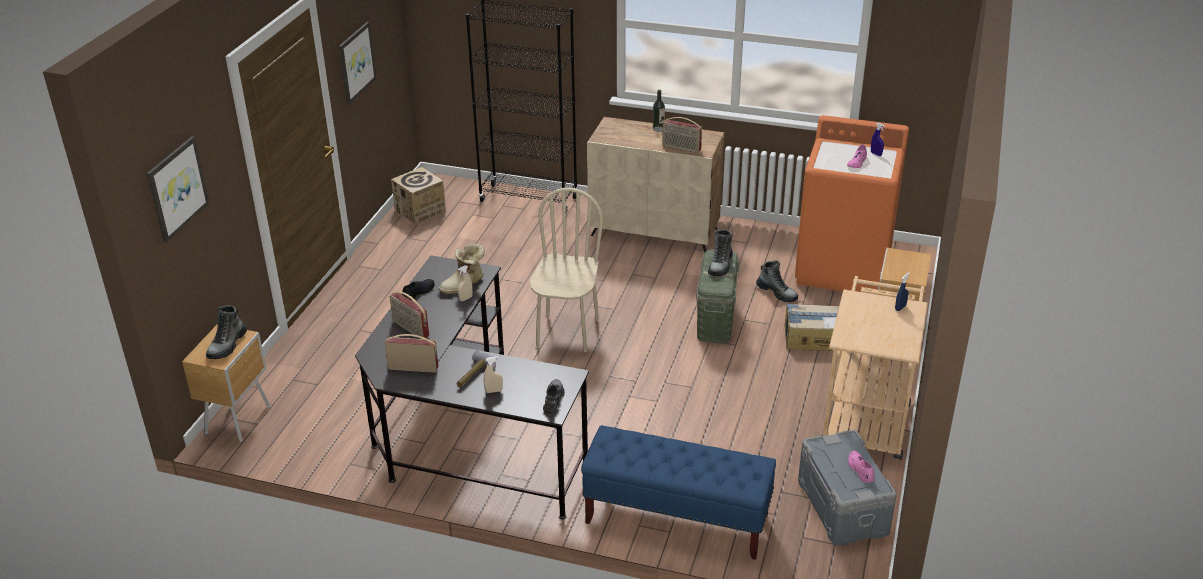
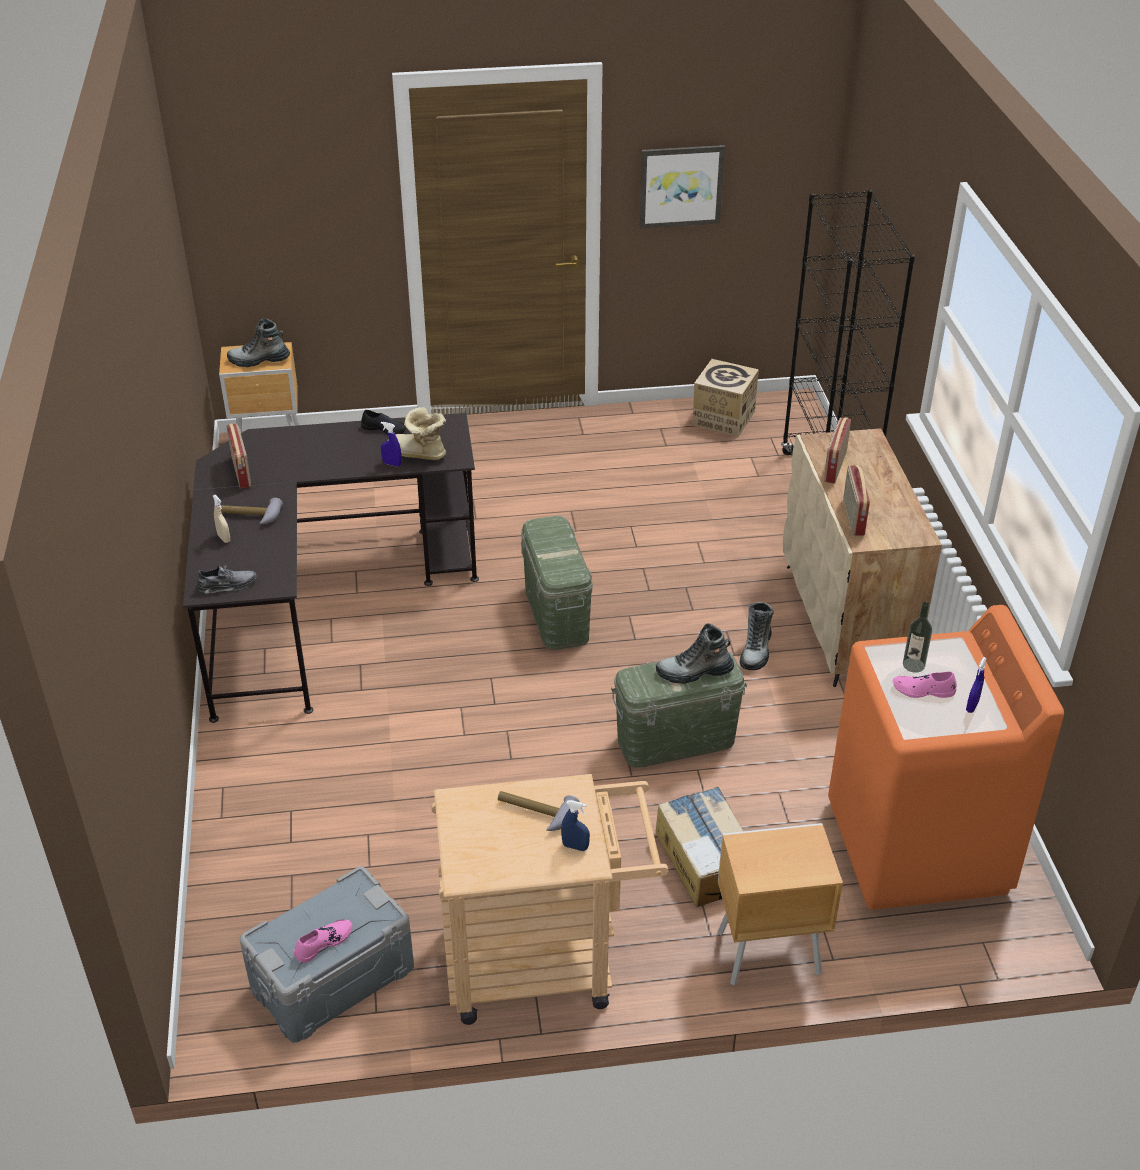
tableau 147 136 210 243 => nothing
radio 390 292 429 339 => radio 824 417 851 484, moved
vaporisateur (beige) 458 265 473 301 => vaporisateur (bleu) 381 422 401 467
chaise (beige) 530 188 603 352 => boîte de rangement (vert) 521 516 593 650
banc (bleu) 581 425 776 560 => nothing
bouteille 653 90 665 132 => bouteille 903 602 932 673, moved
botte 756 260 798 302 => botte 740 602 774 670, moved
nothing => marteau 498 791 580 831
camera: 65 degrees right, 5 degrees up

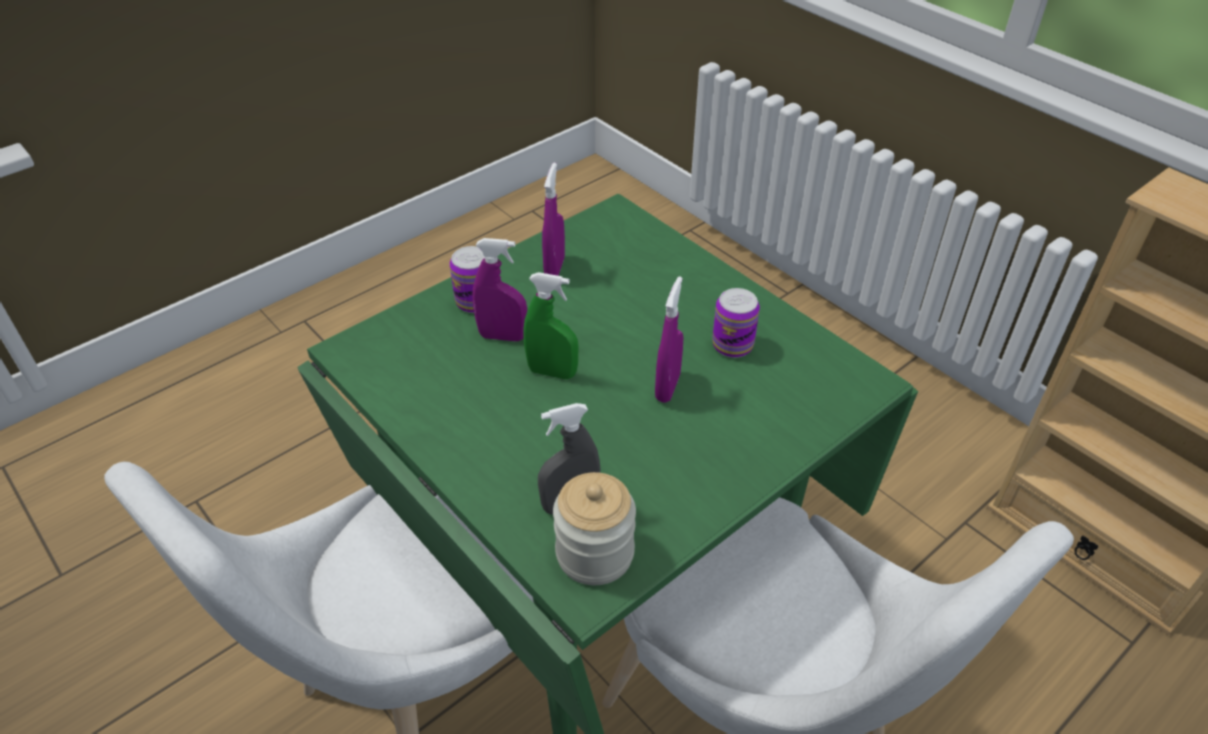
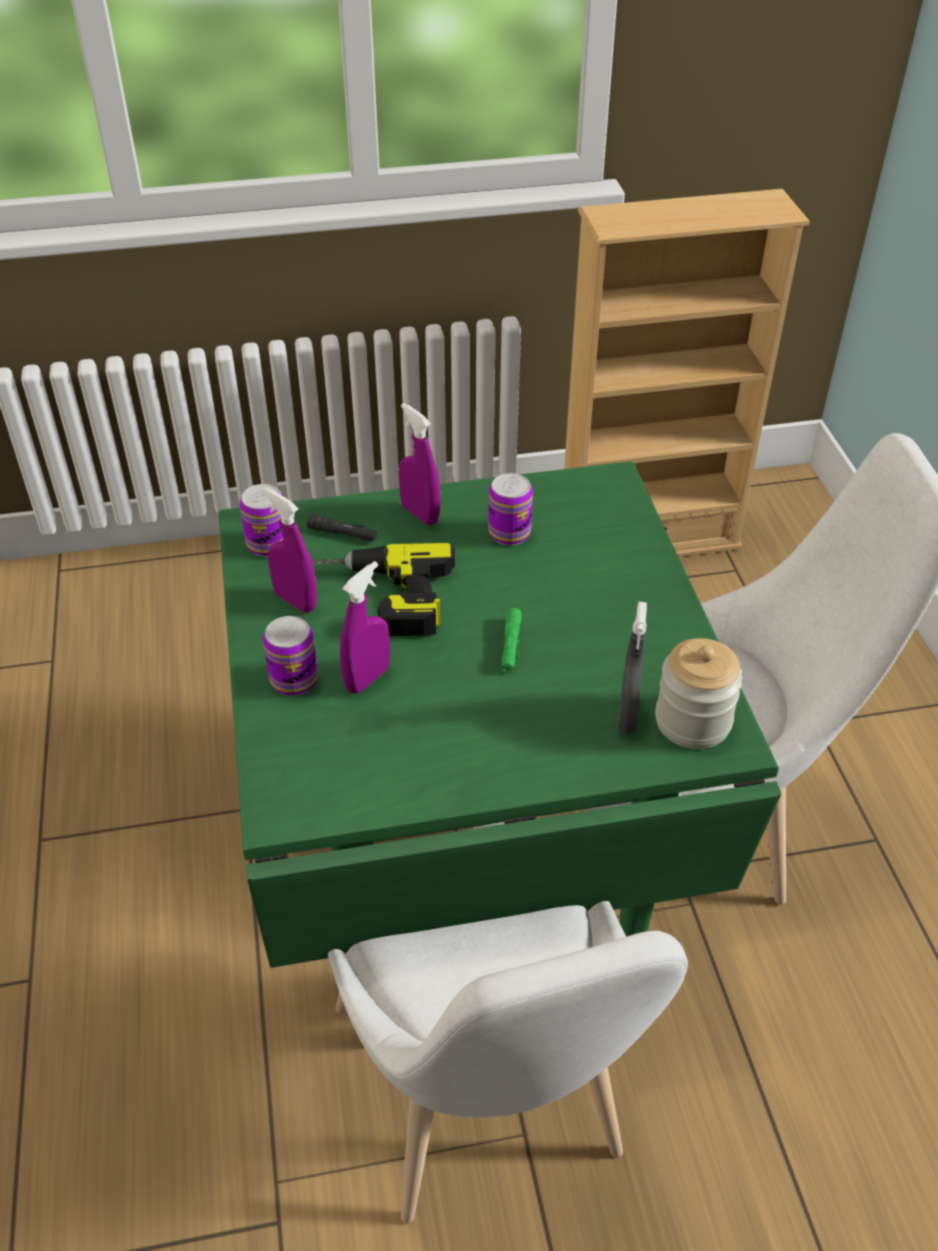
vaporisateur (vert) 524 272 579 379 => nothing
vaporisateur (violet) 655 276 684 403 => vaporisateur (violet) 399 403 440 525, moved
nothing => boîte métallique 239 484 284 557
nothing => lampe de poche (noir) 307 514 377 541
nothing => perceuse 311 543 455 636
nothing => lampe de poche (vert) 502 608 522 672
camera: 60 degrees left, 0 degrees up

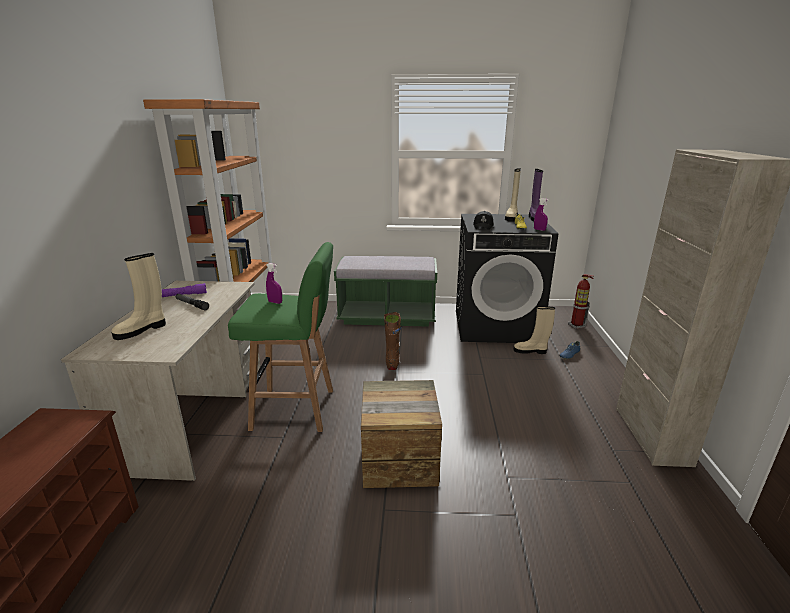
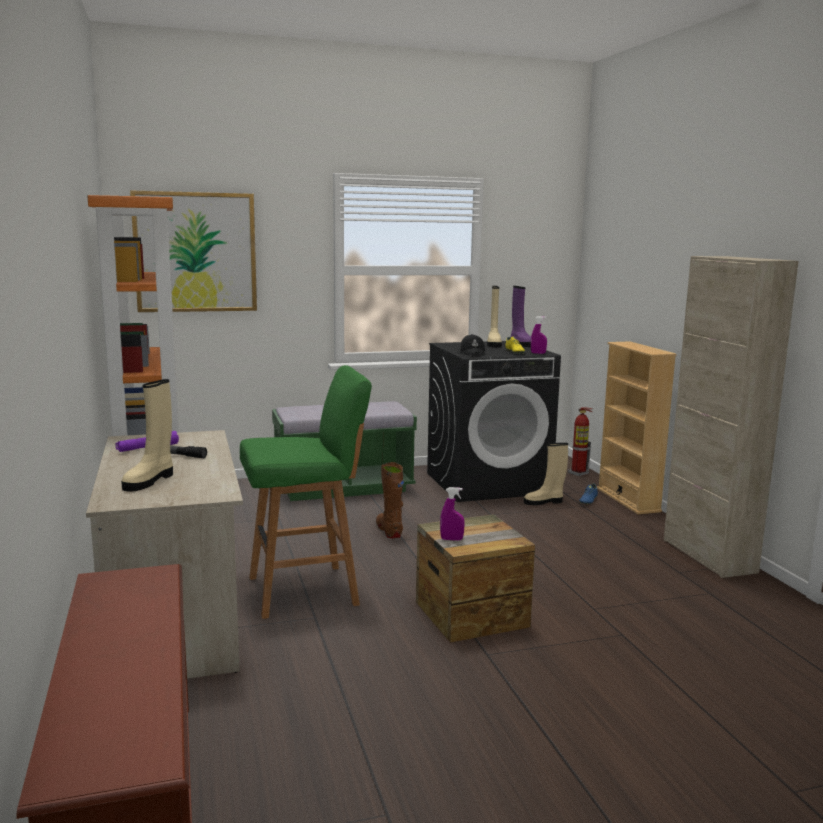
vaporisateur (violet) 266 263 282 304 => vaporisateur (violet) 440 487 465 541, moved
nothing => tableau 130 190 257 312
nothing => bibliothèque (beige) 597 341 677 514
camera: 20 degrees left, 10 degrees down

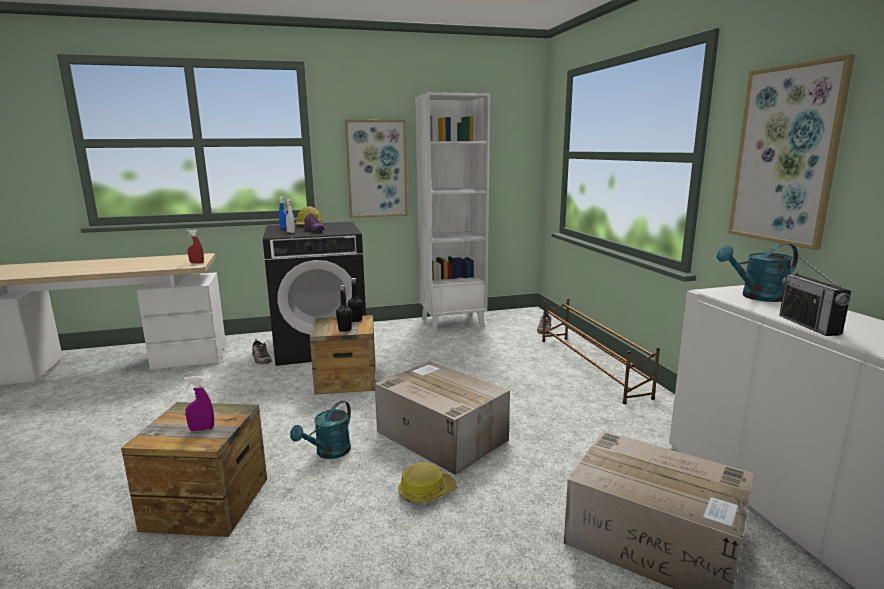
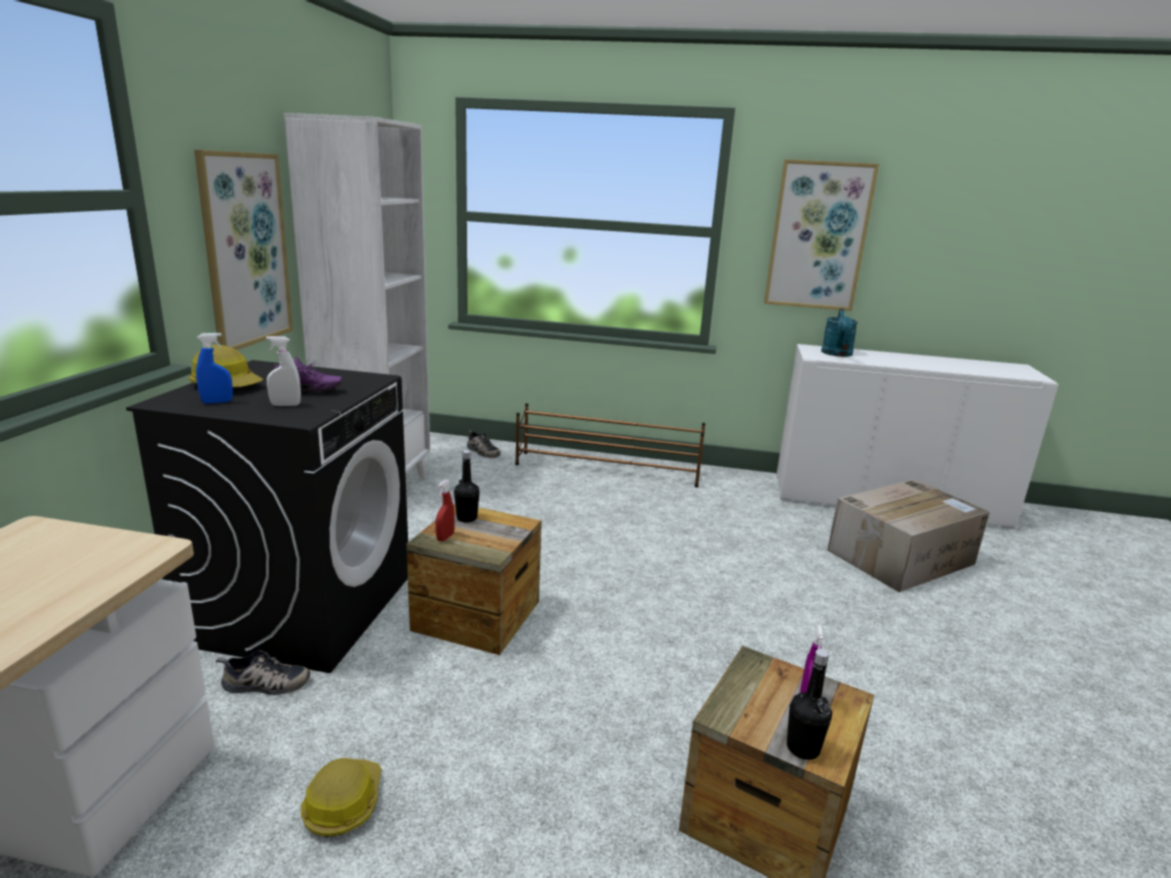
vaporisateur (rouge) 187 230 204 263 => vaporisateur (rouge) 436 479 455 542, moved
arrosoir (turquoise) 290 401 351 459 => nothing
bouteille (noir) 336 285 352 332 => bouteille (noir) 787 649 832 760, moved
carton 375 361 510 475 => nothing
casque de chantier 398 462 457 503 => casque de chantier 301 758 381 837, moved
radio 779 257 851 336 => nothing
camera: 65 degrees left, 5 degrees up

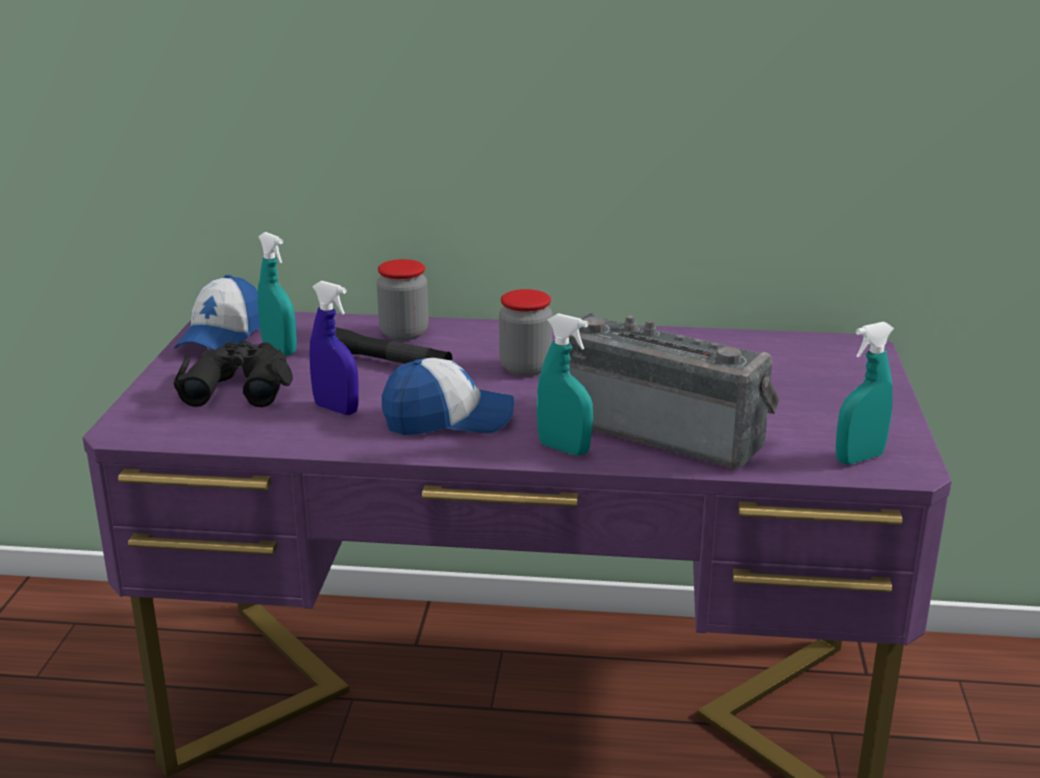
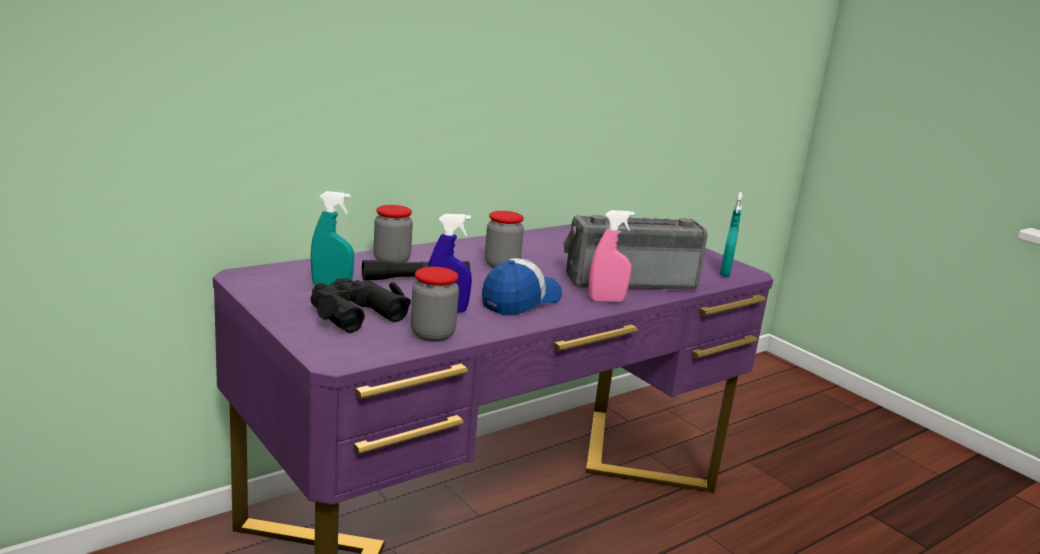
casquette 174 275 260 350 => nothing
vaporisateur (turquoise) 536 313 593 455 => vaporisateur (rose) 588 210 635 302
nothing => bocal 411 267 459 342
camera: 45 degrees left, 5 degrees down

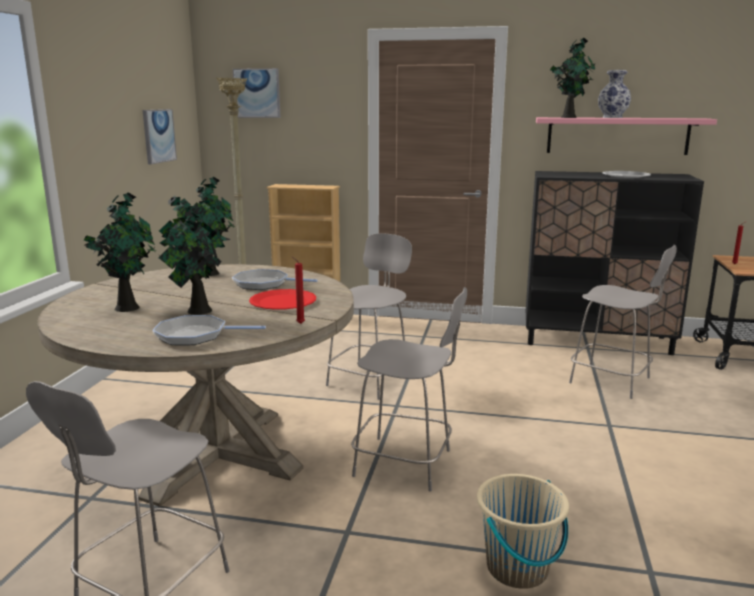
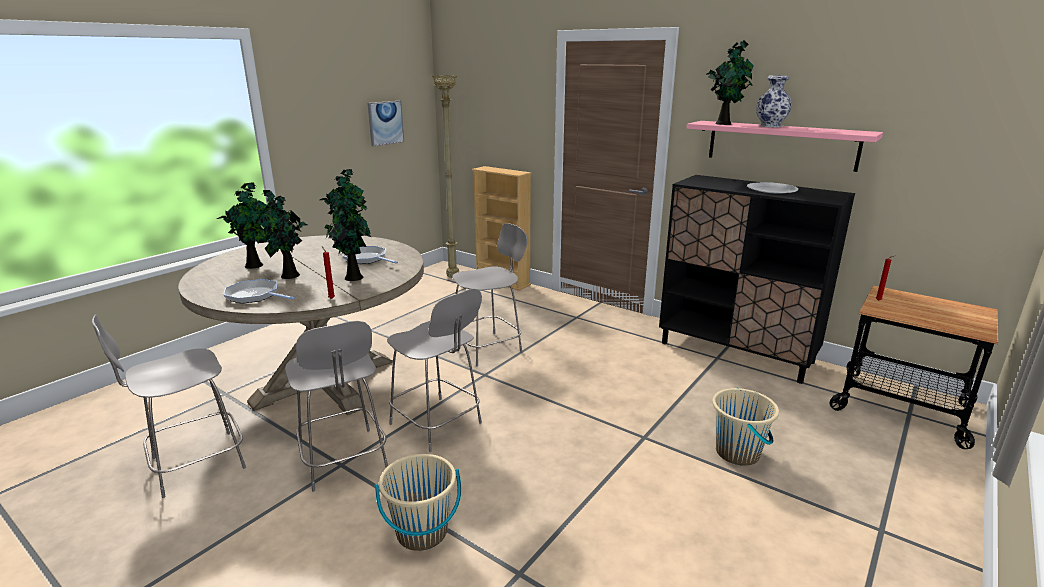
tableau 233 68 281 118 => nothing
assiette (rouge) 249 289 316 310 => plante en pot 324 188 372 281
chaise (gris) 569 245 677 399 => chaise (gris) 285 321 388 492, moved
nothing => seau (beige) 712 387 779 466
camera: 25 degrees right, 5 degrees up

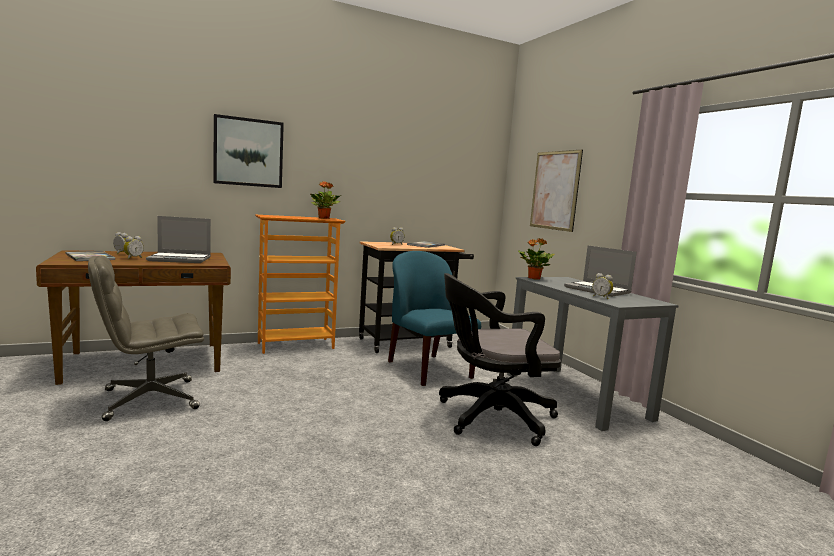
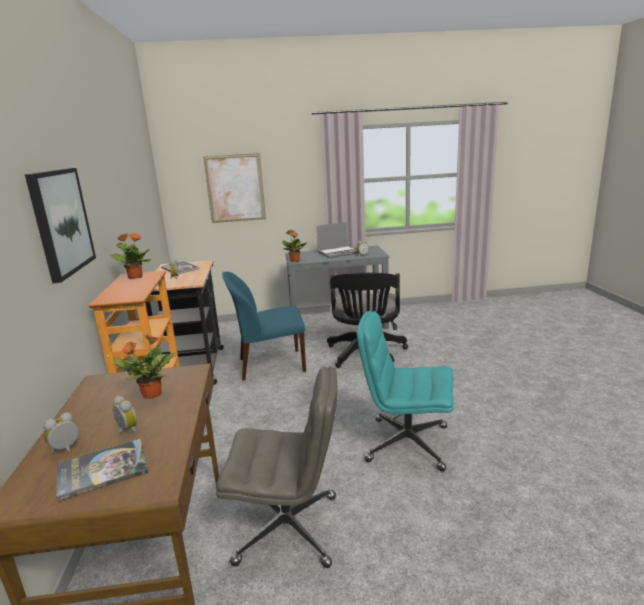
chaise de bureau (gris) 88 256 204 421 => chaise de bureau (gris) 216 366 337 568, 75 degrees counterclockwise
ordinateur portable 146 216 211 263 => plante en pot 114 334 175 399
nothing => chaise de bureau (turquoise) 357 311 454 471
camera: 70 degrees left, 10 degrees up

